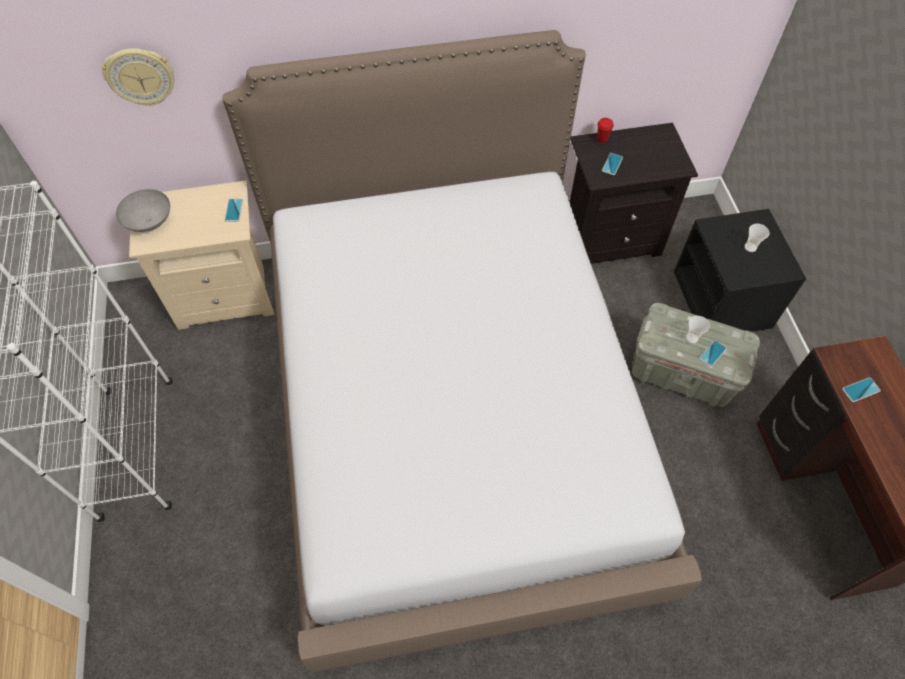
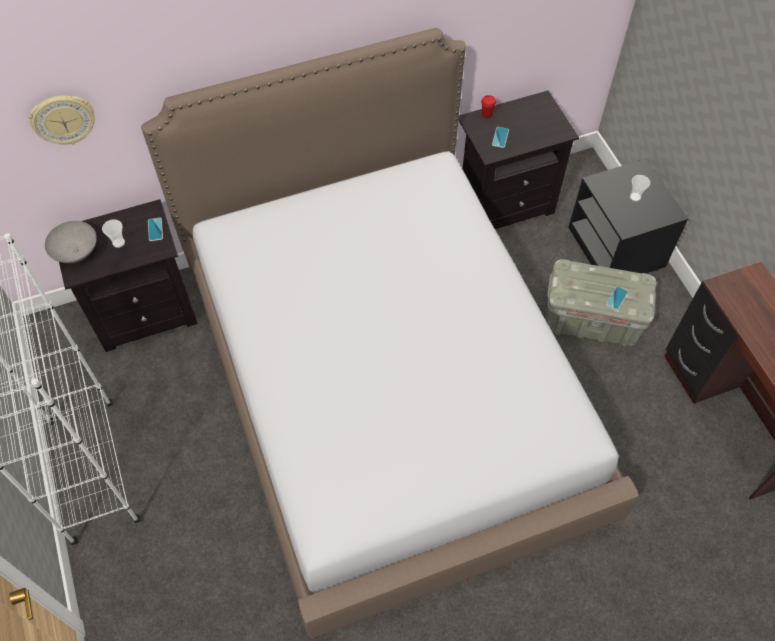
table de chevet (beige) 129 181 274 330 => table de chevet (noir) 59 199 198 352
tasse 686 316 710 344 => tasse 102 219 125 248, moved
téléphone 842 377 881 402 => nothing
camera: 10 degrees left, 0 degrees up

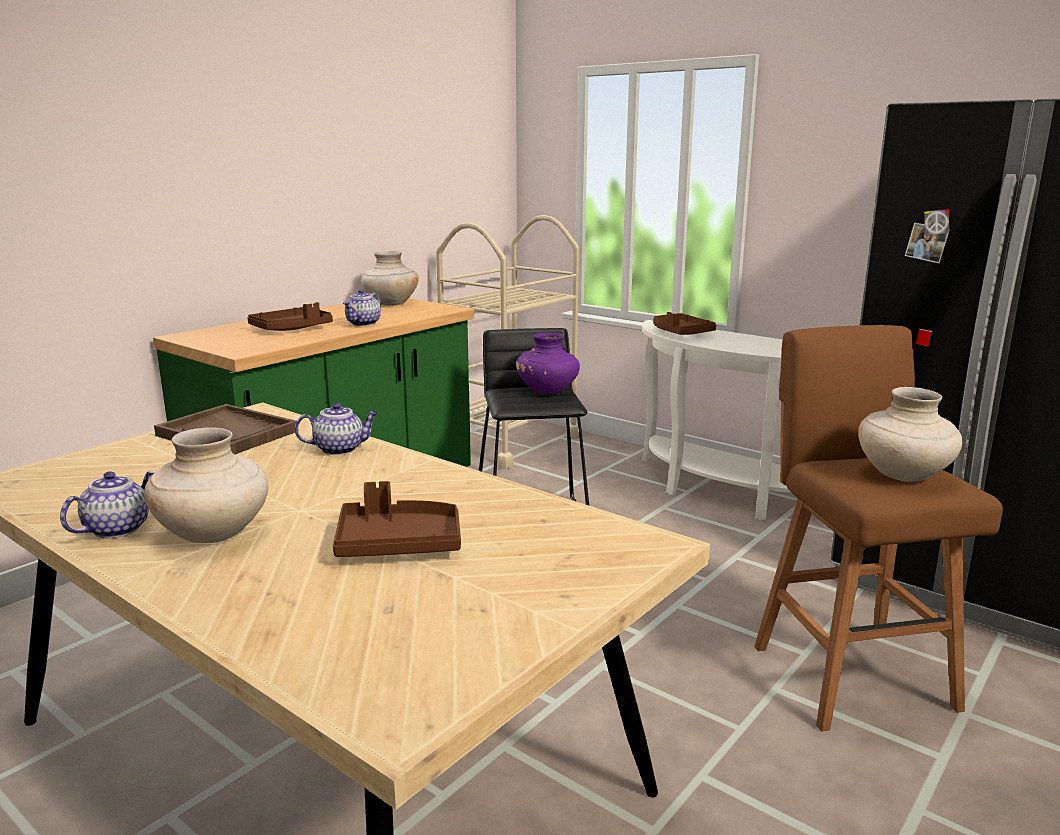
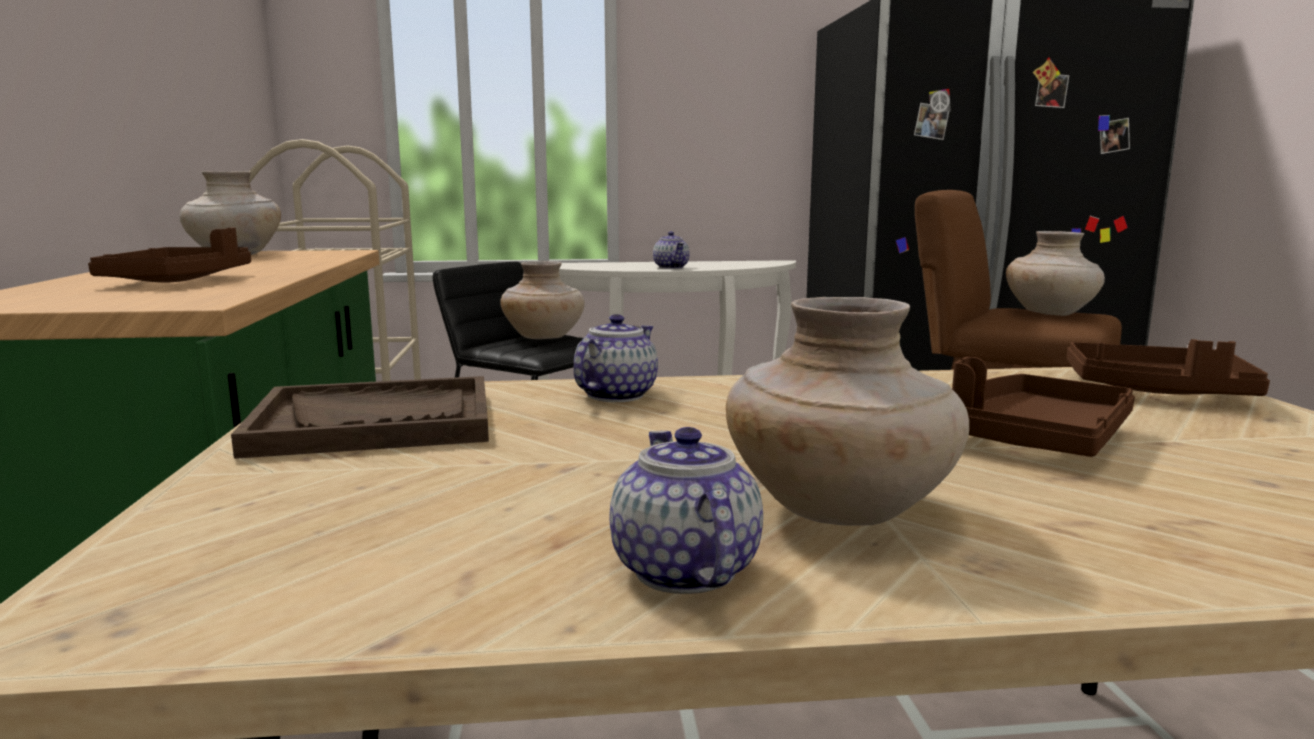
théière 343 289 381 326 => théière 653 231 690 269, moved
vase (violet) 516 333 580 394 => vase (beige) 500 261 585 339
plateau (marron) 653 312 716 335 => plateau (marron) 1067 339 1270 396, moved
camera: 45 degrees left, 5 degrees down

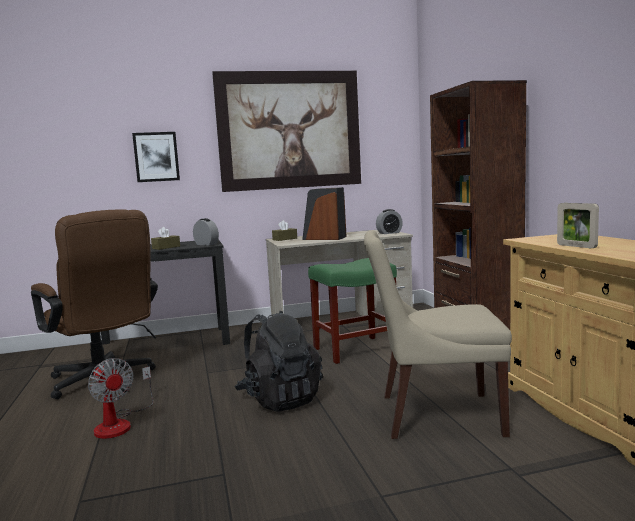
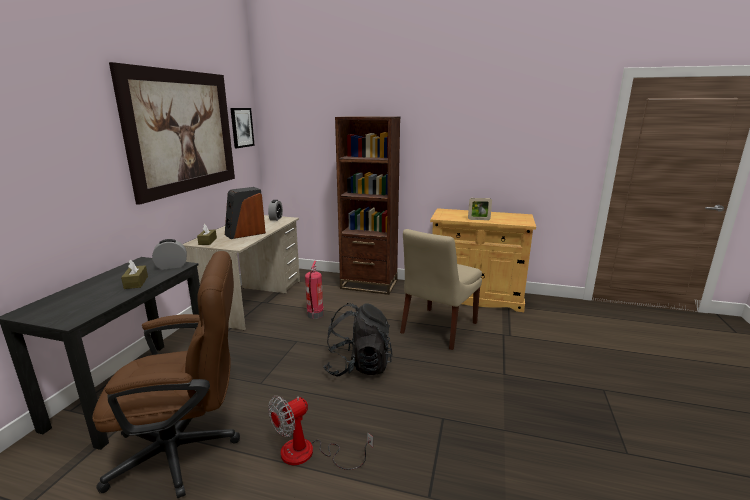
ventilateur 88 358 154 439 => ventilateur 268 396 373 470, 150 degrees clockwise
tableau 132 132 180 182 => tableau 230 108 255 148, moved
tabouret (vert) 308 258 397 364 => extincteur 305 261 324 319
camera: 60 degrees left, 10 degrees up

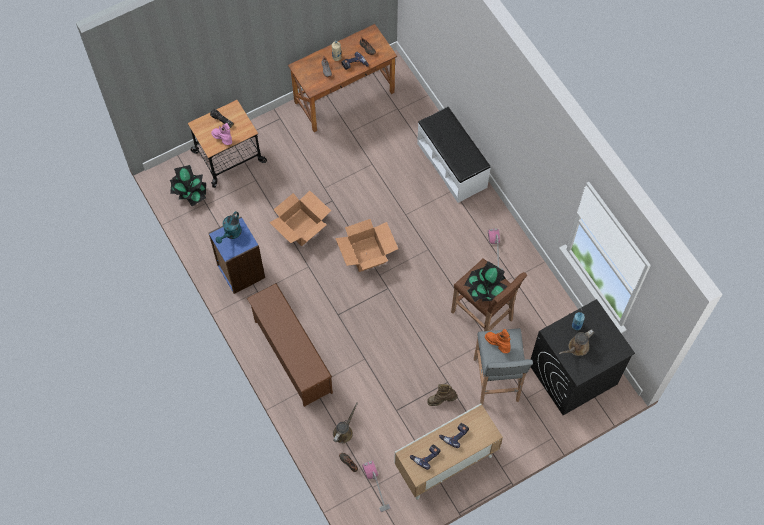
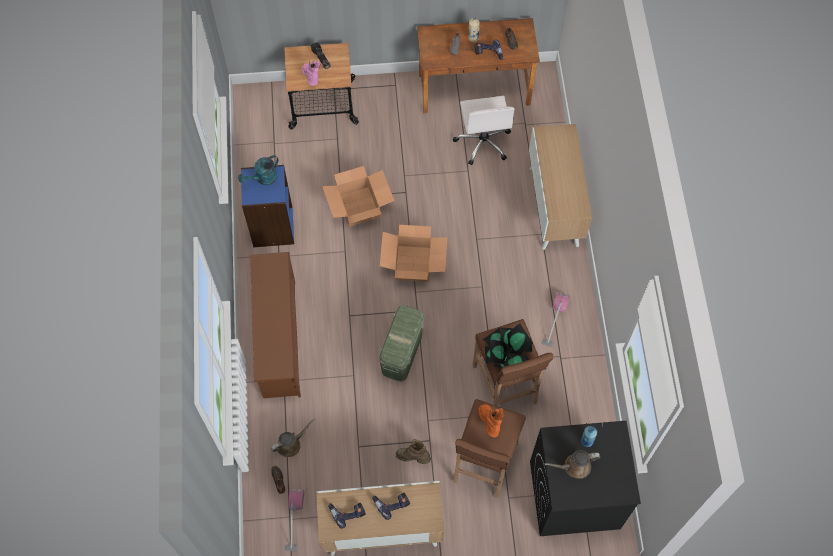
plante en pot 170 165 206 206 => nothing
banc (blanc) 417 107 491 203 => meuble de rangement 529 124 592 250
tabouret (gris) 474 328 533 405 => tabouret (marron) 453 399 526 498
nothing => boîte de rangement (vert) 379 305 424 381
nothing => chaise de bureau (blanc) 453 96 515 165
camera: 25 degrees right, 0 degrees up

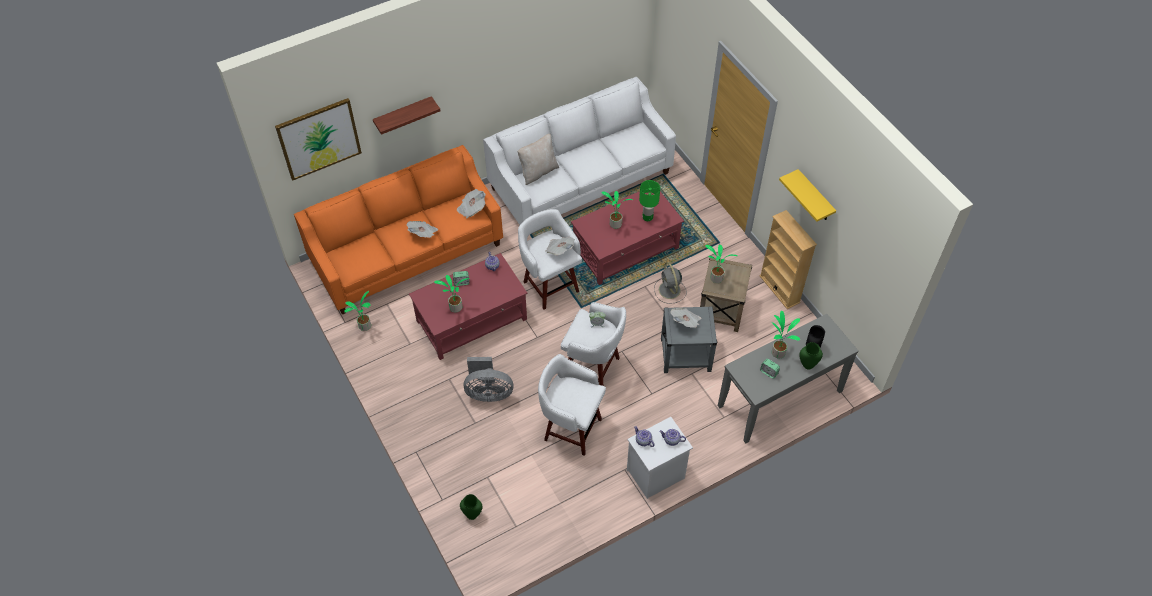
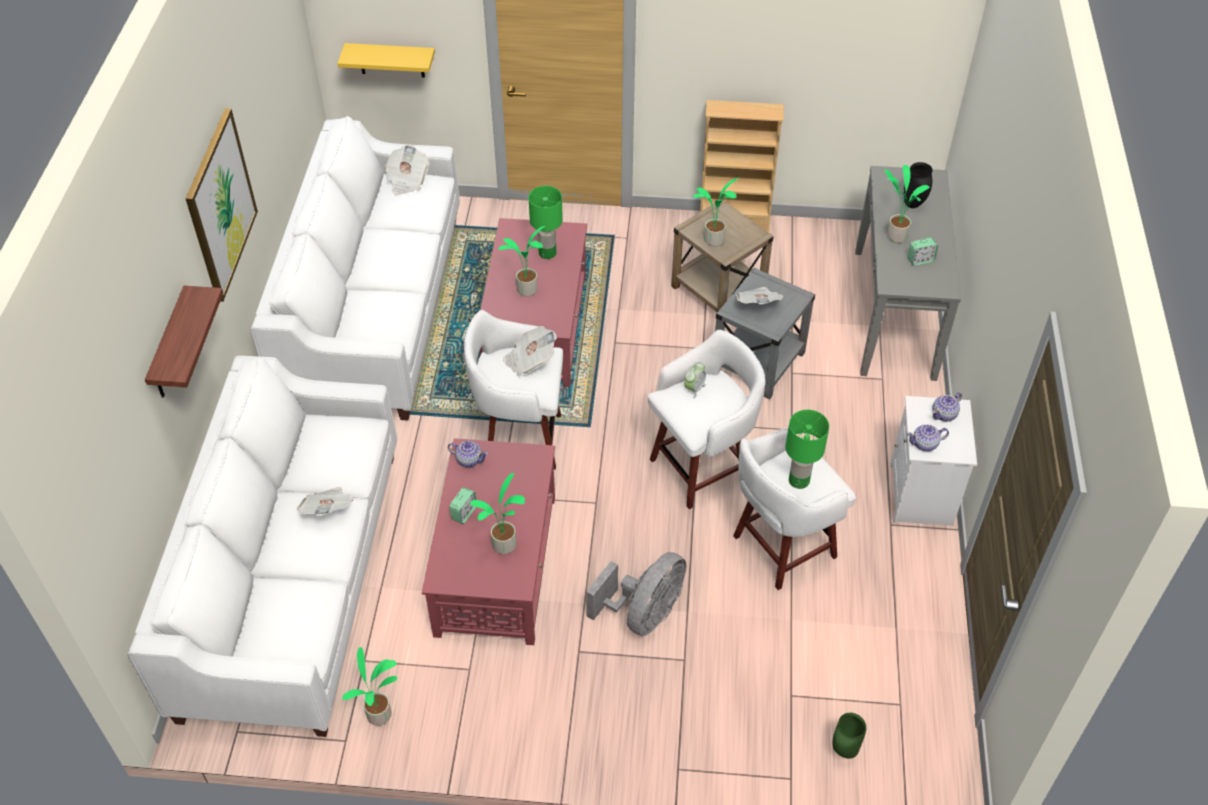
tableau 275 98 362 181 => tableau 185 108 258 302, moved
canapé (orange) 294 145 503 315 => canapé (blanc) 127 356 398 737
journal 457 189 486 219 => journal 385 145 429 195, moved
coussin (beige) 517 134 559 185 => nothing
ventilateur (gris) 654 262 687 304 => nothing
étagère (jaune) 779 169 836 222 => étagère (jaune) 337 43 435 77, moved
vase (vert) 799 342 823 370 => nothing
nothing => lampe de table (vert) 785 410 829 489
camera: 55 degrees left, 5 degrees down

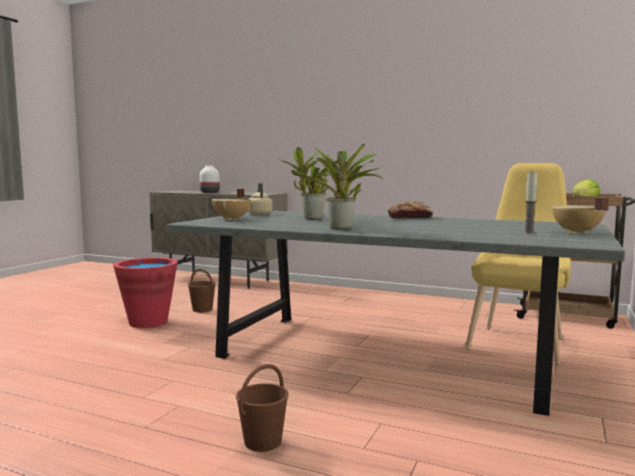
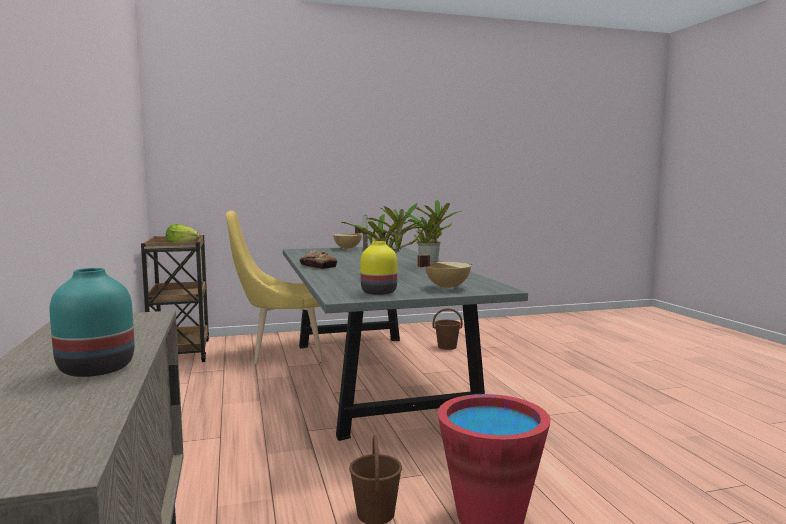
vase (blanc) 200 165 220 193 => vase (turquoise) 50 268 134 377
seau (marron) 236 364 289 452 => seau (marron) 433 308 463 350, moved
bouilloire (beige) 248 182 272 215 => vase (jaune) 361 241 397 295
camera: 130 degrees left, 0 degrees up

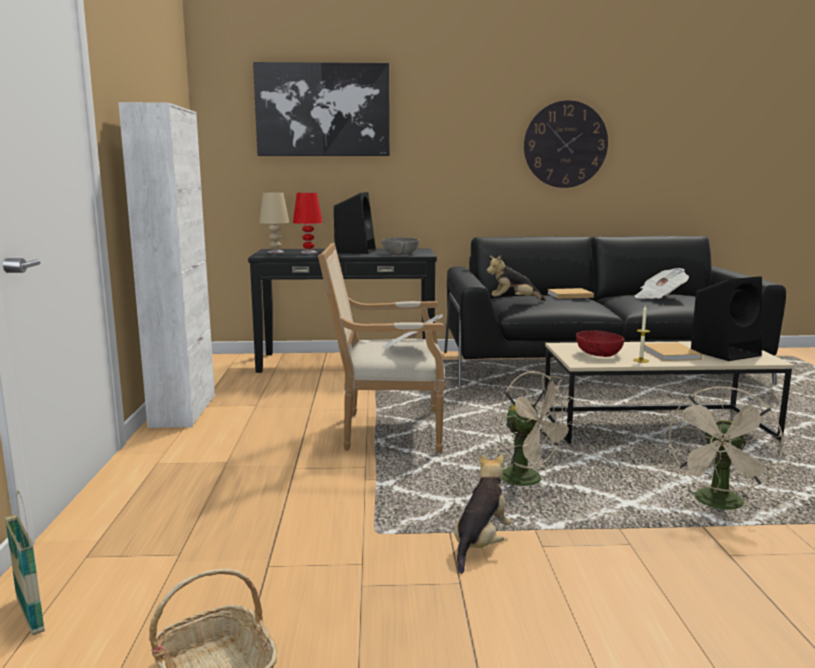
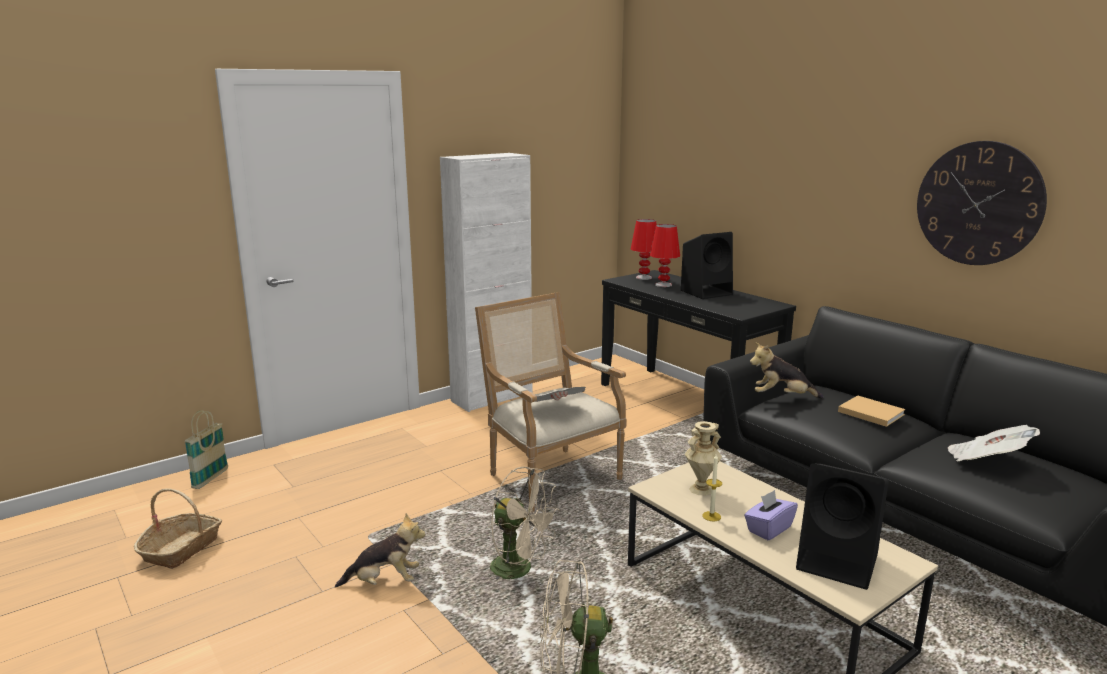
tableau 253 62 389 156 => nothing
lampe de table (beige) 259 192 289 253 => lampe de table (rouge) 631 219 657 280
bol (gris) 381 238 419 255 => nothing
peluche 487 256 546 301 => peluche 750 342 823 399, 45 degrees counterclockwise
ventilateur (beige) 498 371 576 486 => ventilateur (beige) 490 467 560 579, 75 degrees counterclockwise
bol (rouge) 576 331 624 357 => vase (beige) 685 421 722 495
livre (beige) 644 343 702 361 => boîte à mouchoirs (violet) 744 490 798 540
camera: 55 degrees right, 5 degrees up

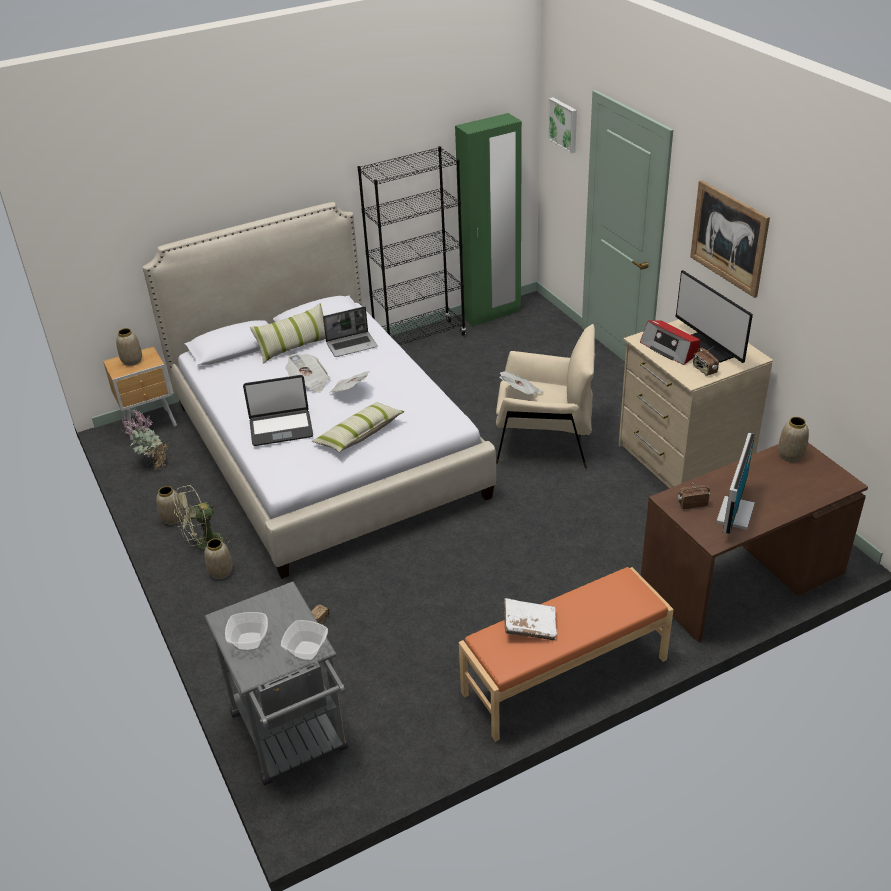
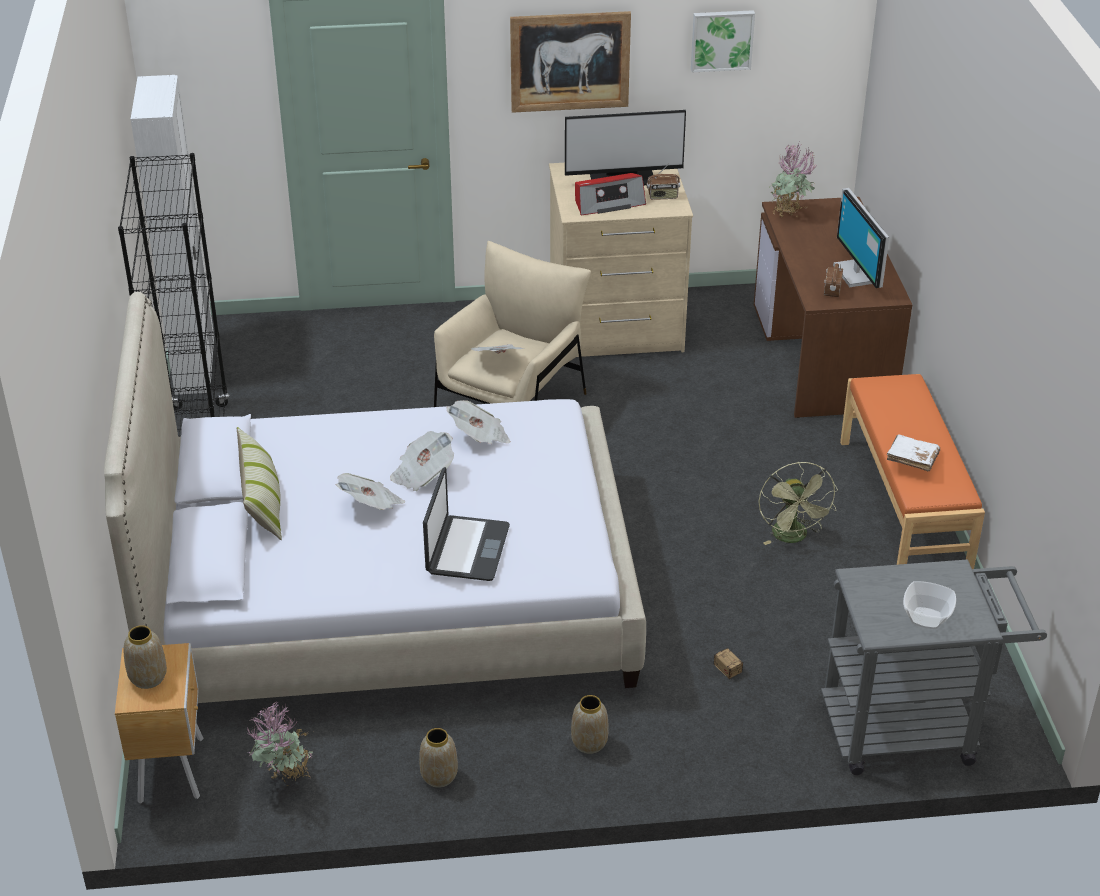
ventilateur (vert) 174 485 230 551 => ventilateur (vert) 758 462 838 545, moved
bol 281 620 328 661 => nothing
coussin 312 402 405 453 => nothing
ordinateur portable 323 306 378 357 => nothing
armoire (vert) 455 113 522 327 => armoire (blanc) 131 75 214 395
tableau 548 97 577 153 => tableau 691 10 755 72, moved
écran d'ordinateur 716 433 755 534 => écran d'ordinateur 833 188 889 288, 150 degrees counterclockwise
vase 778 417 809 462 => plante en pot 769 142 817 217
nothing => journal 446 400 511 444
camera: 70 degrees left, 0 degrees up

